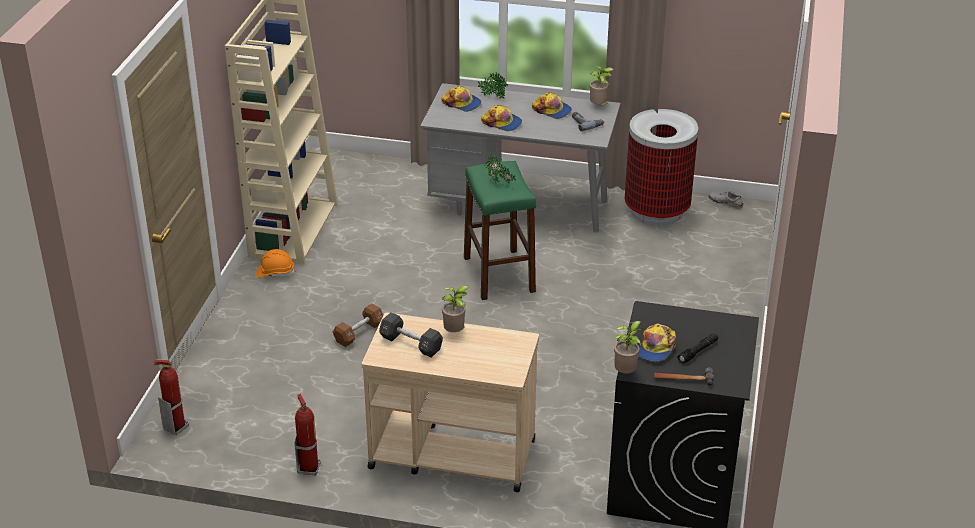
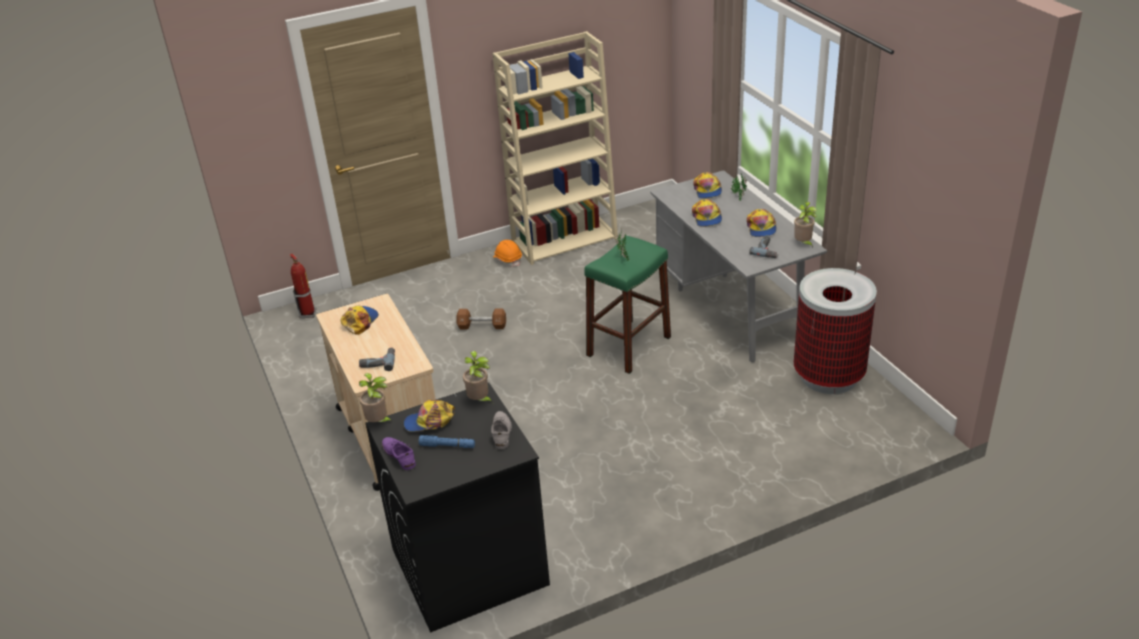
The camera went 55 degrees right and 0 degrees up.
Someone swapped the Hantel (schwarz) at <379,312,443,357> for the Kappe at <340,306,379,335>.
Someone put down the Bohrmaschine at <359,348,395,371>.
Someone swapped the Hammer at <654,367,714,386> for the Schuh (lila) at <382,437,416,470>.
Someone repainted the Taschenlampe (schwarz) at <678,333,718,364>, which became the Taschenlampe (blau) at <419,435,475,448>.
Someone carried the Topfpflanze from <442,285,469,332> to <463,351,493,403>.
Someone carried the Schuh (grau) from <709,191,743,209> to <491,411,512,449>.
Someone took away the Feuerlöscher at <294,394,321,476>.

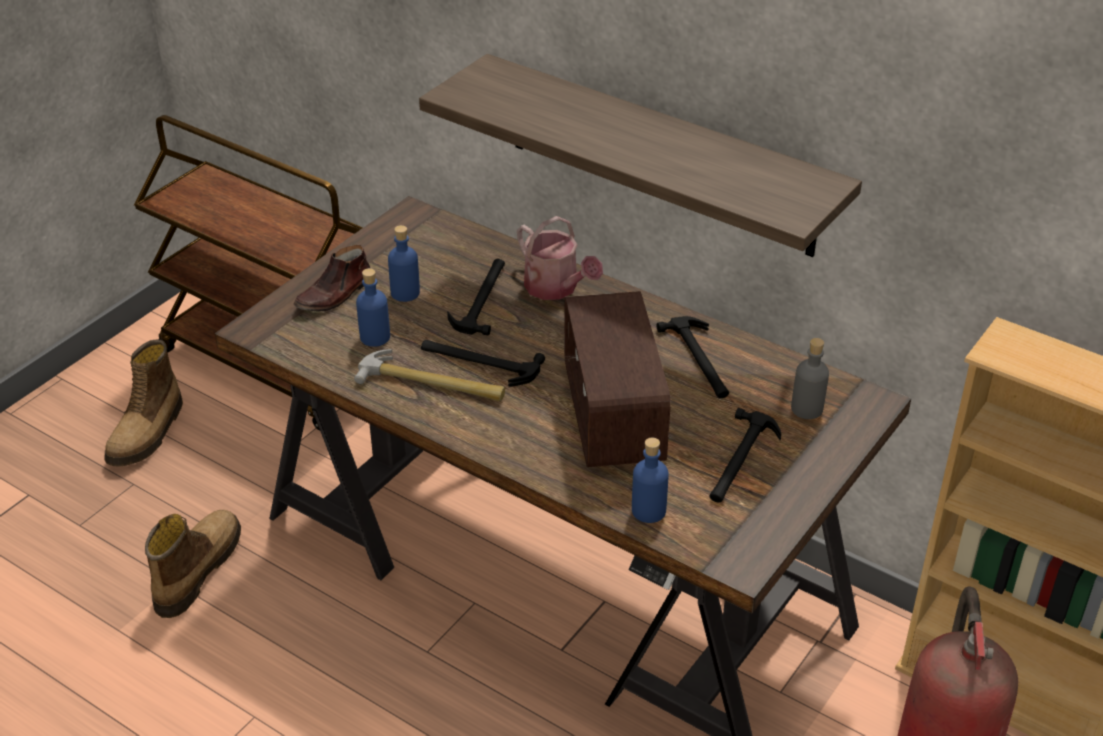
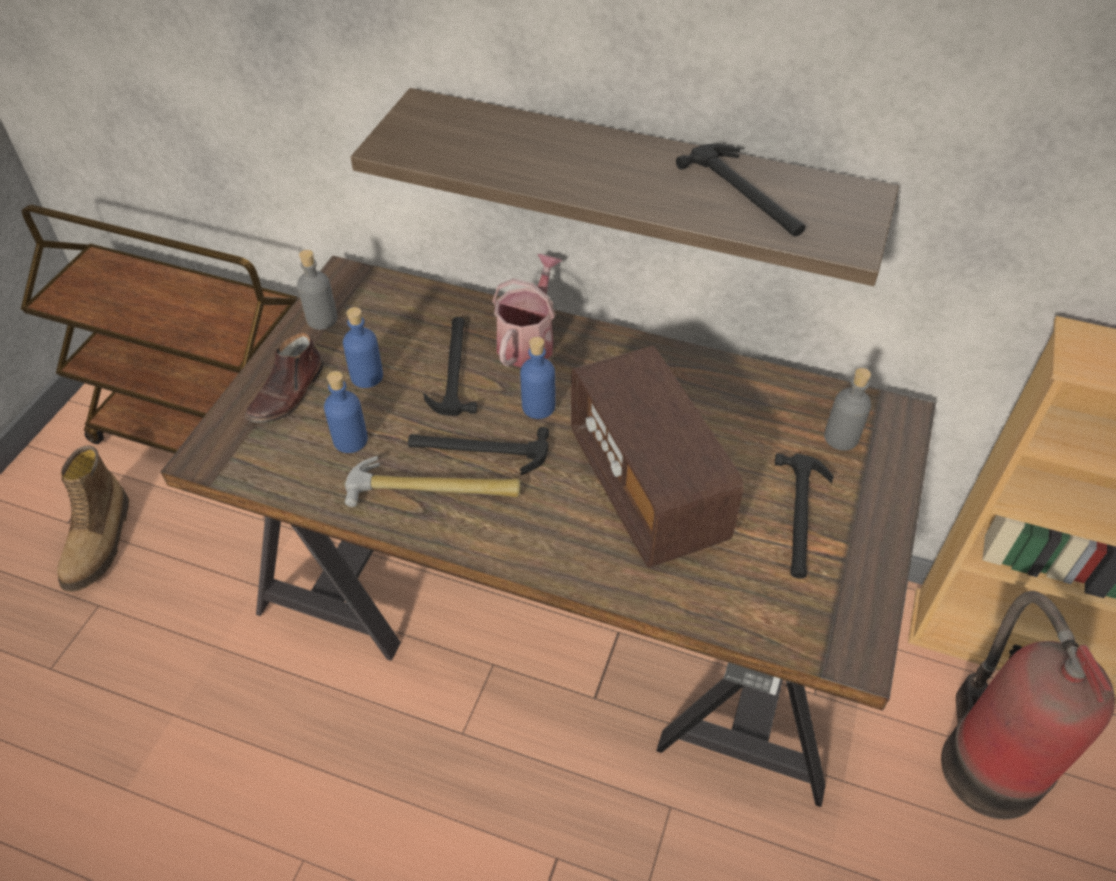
The camera went 15 degrees left and 10 degrees up.
Someone put down the Flasche (grau) at <297,250,338,330>.
Someone rotated the Gießkanne at <517,216,603,300> by 105 degrees counterclockwise.
Someone carried the Flasche (blau) from <632,438,669,523> to <520,337,555,419>.
Someone carried the Hammer from <657,316,729,398> to <676,144,806,236>.
Someone took away the Stiefel at <145,510,241,618>.

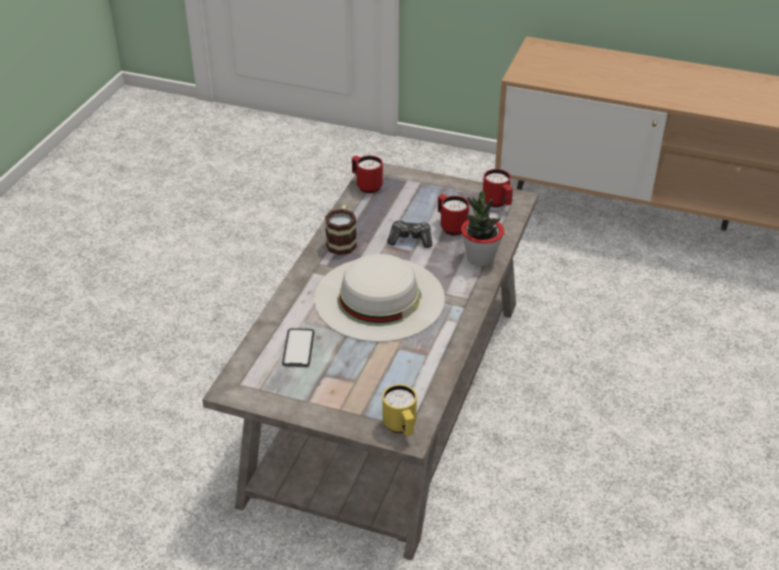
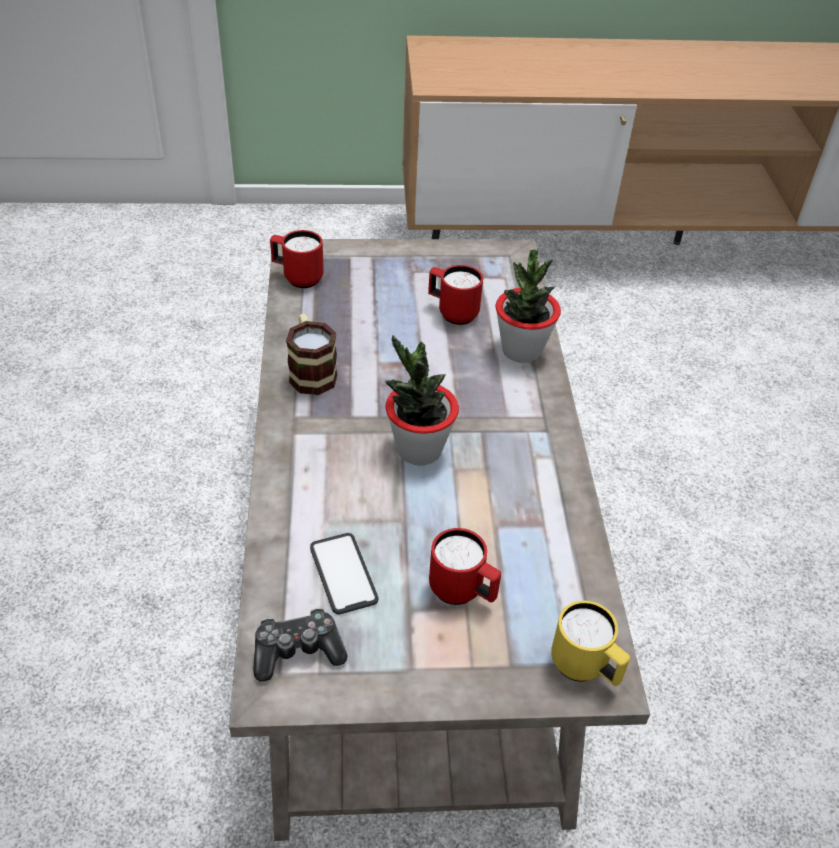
The camera went 25 degrees left and 5 degrees up.
Someone carried the Gamepad from <387,220,432,248> to <253,608,347,682>.
Someone swapped the Hut (weiß) at <314,254,445,342> for the Topfpflanze at <386,335,459,465>.
Someone carried the Henkelbecher (rot) from <483,169,513,207> to <429,528,501,605>.

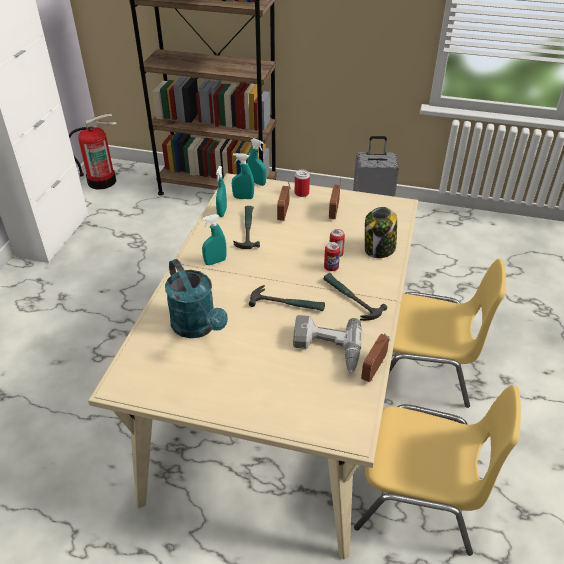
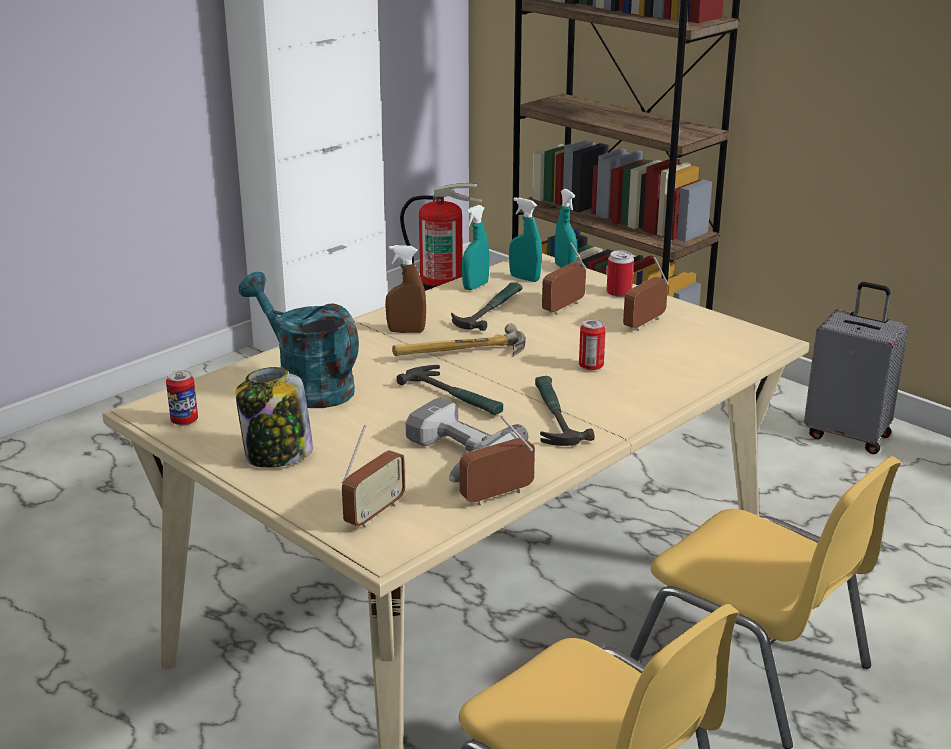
The camera went 30 degrees right and 15 degrees down.
Someone carried the Dose from <324,242,340,271> to <166,370,198,426>.
Someone carried the Vorratsglas from <365,207,397,258> to <236,367,313,468>.
Someone rotated the Gießkanne (türkis) at <165,259,228,338> by 135 degrees clockwise.
Someone put down the Radio at <342,425,405,528>.
Someone repainted the Sprühflasche (türkis) at <202,214,227,265>, which became the Sprühflasche (braun) at <385,245,426,333>.
Someone put down the Hammer at <392,323,526,357>.

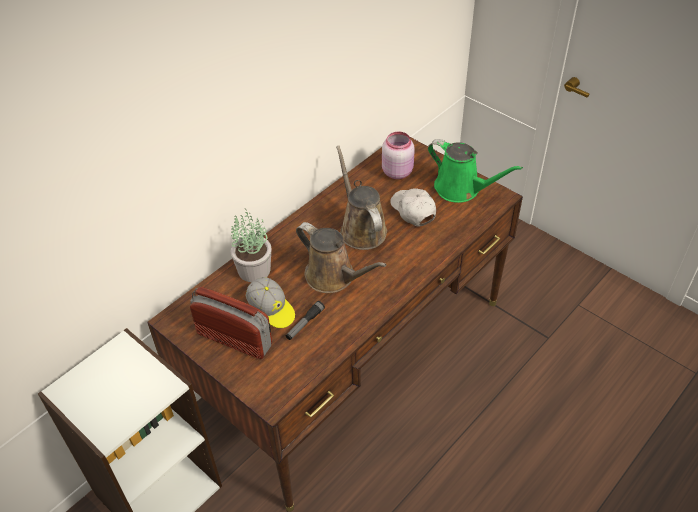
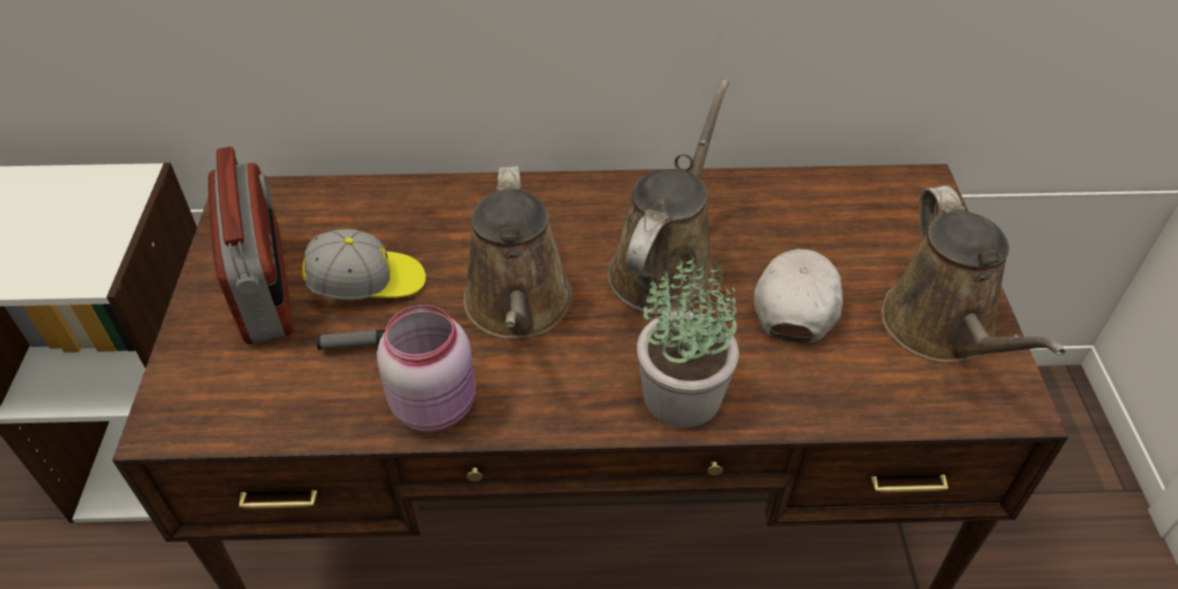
The camera went 45 degrees right and 0 degrees up.
Someone rotated the Kappe at <246,277,295,328> by 105 degrees counterclockwise.
Someone carried the Vorratsglas (rosa) from <382,132,415,179> to <377,305,476,432>.
Someone carried the Topfpflanze from <231,209,271,282> to <637,252,739,428>.
Someone repainted the Gießkanne (grün) at <428,139,523,203>, which became the Gießkanne (braun) at <881,186,1066,363>.

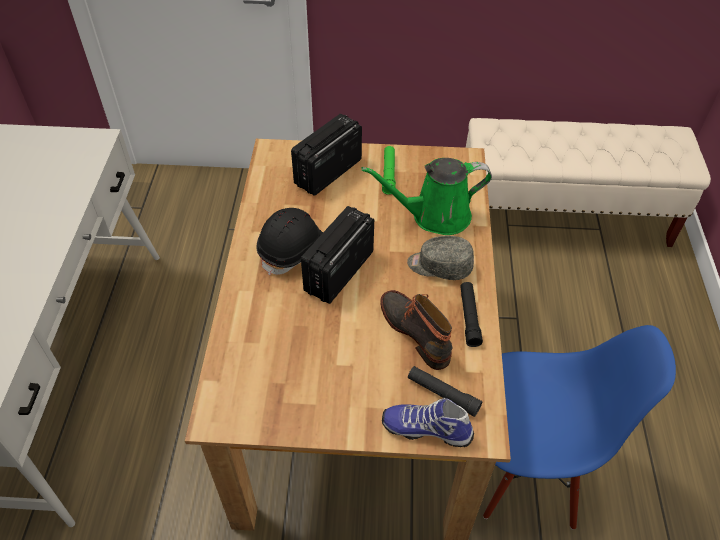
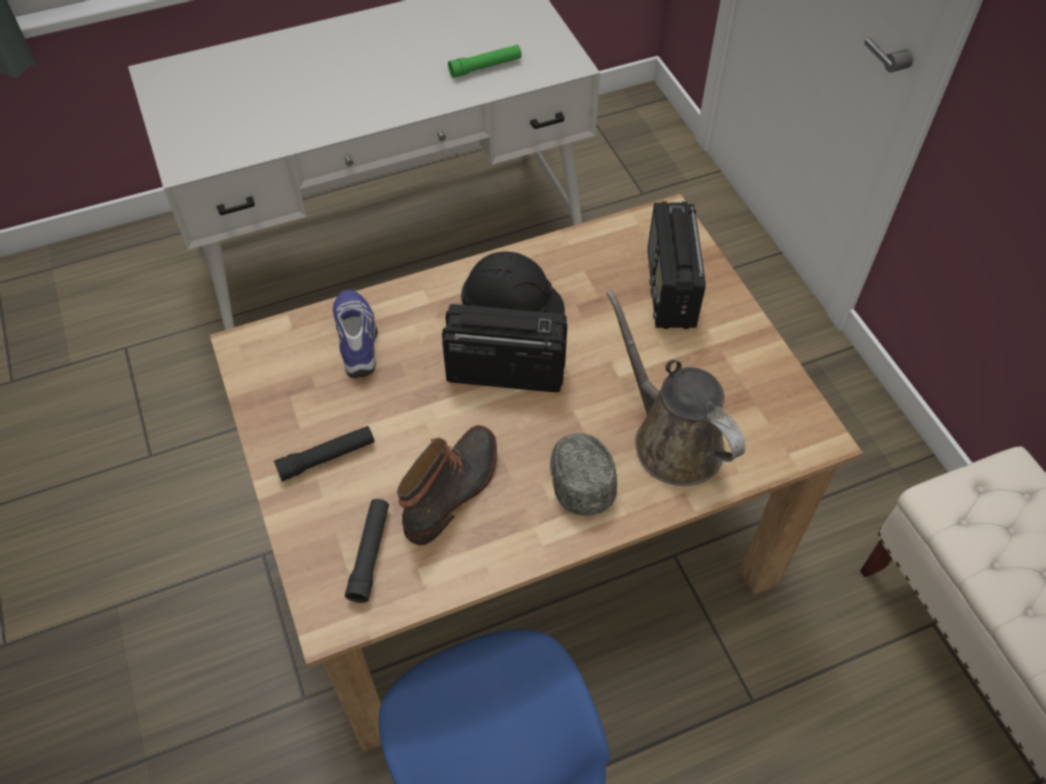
The camera went 65 degrees right and 5 degrees up.
Someone carried the Taschenlampe (schwarz) from <460,282,483,347> to <274,426,375,481>.
Someone carried the Schuh from <382,398,474,447> to <333,289,378,378>.
Someone carried the Taschenlampe (grün) from <382,146,396,195> to <448,45,522,78>.
Someone repainted the Gießkanne (grün) at <361,158,492,235>, which became the Gießkanne (braun) at <606,290,745,486>.
Someone rotated the Radio at <291,114,362,196> by 105 degrees counterclockwise.

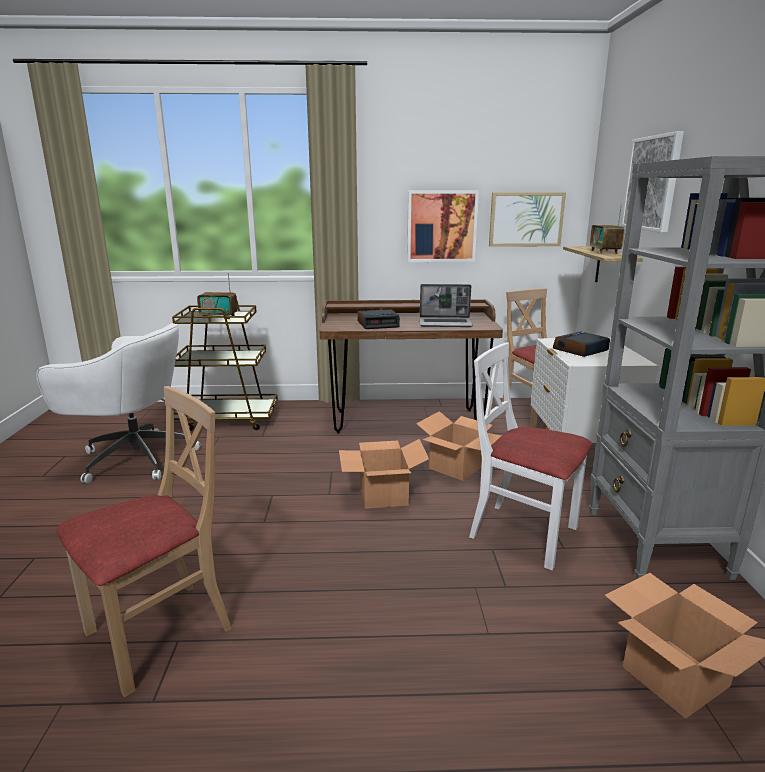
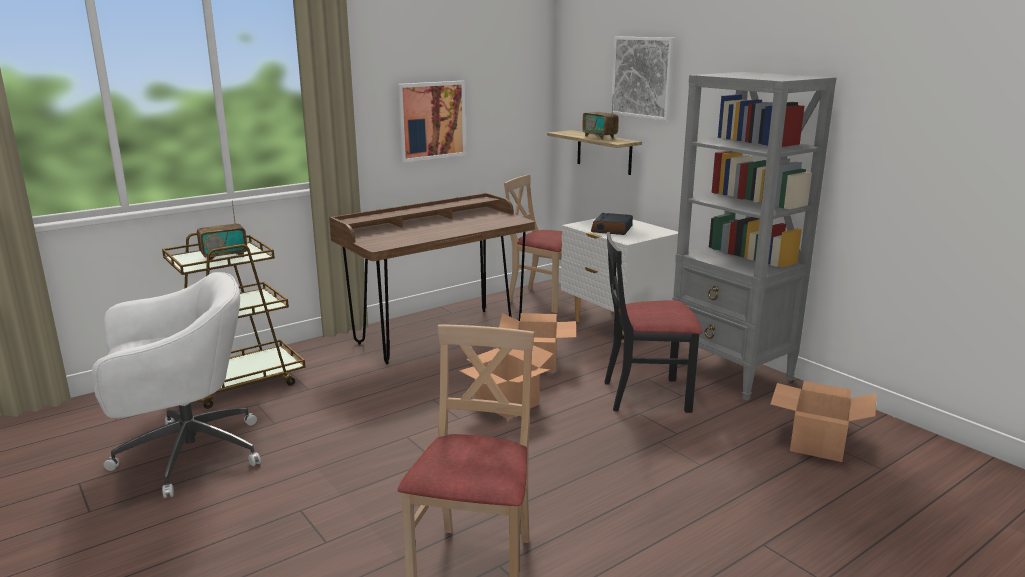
The camera went 35 degrees left and 0 degrees up.
Someone repainted the Stuhl (weiß) at <469,343,592,570>, which became the Stuhl (schwarz) at <604,232,703,413>.
Someone took away the Wecker at <357,309,400,329>.
Someone took away the Laptop at <420,284,473,327>.
Someone took away the Bild at <489,193,566,247>.

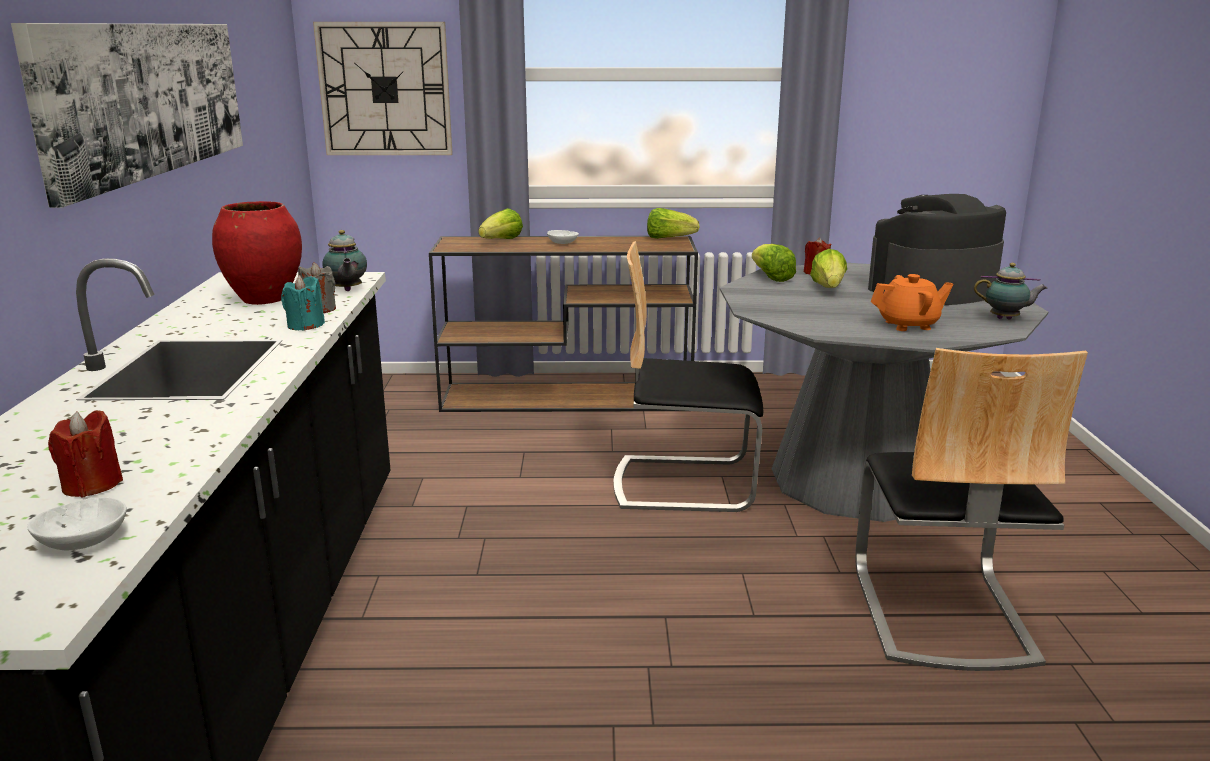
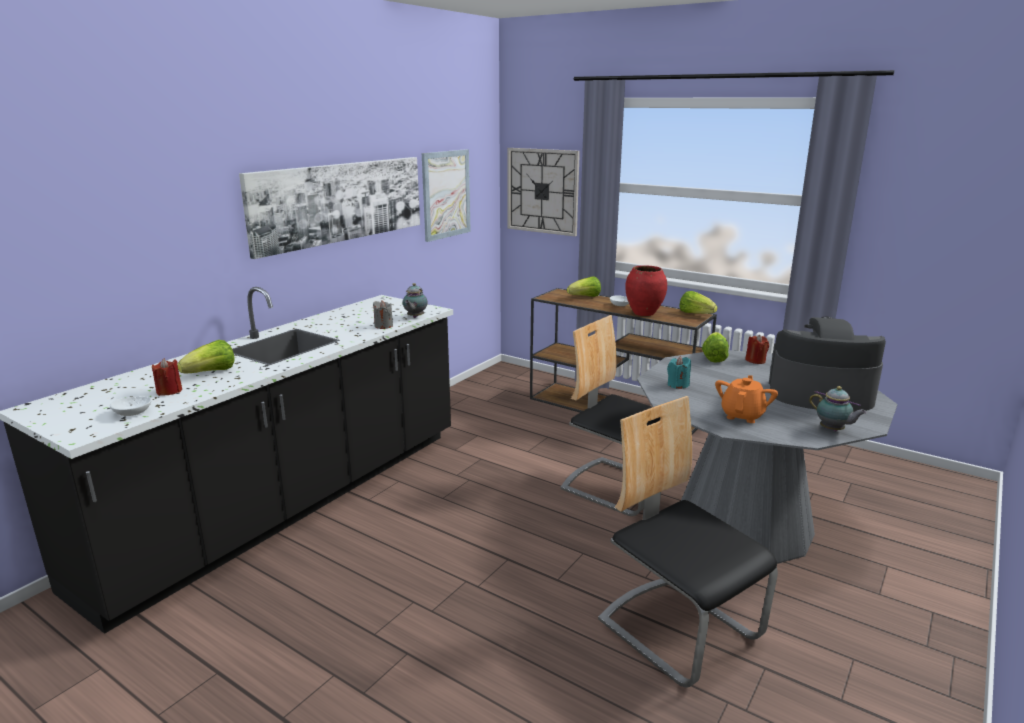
The camera went 35 degrees right and 0 degrees up.
Someone carried the Salatkopf from <810,249,847,288> to <177,340,234,373>.
Someone put up the Bild at <422,149,471,242>.
Someone rotated the Stuhl at <855,348,1088,671> by 105 degrees clockwise.
Someone carried the Vase (rot) from <212,201,302,305> to <625,265,667,316>.
Someone carried the Kerze (türkis) from <281,275,325,331> to <667,356,691,389>.
Someone rotated the Teekanne (orange) at <870,274,953,331> by 90 degrees counterclockwise.

